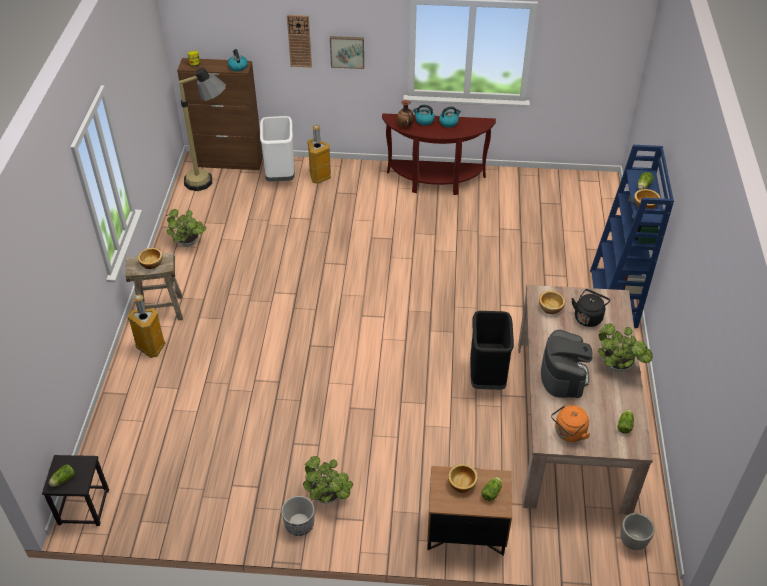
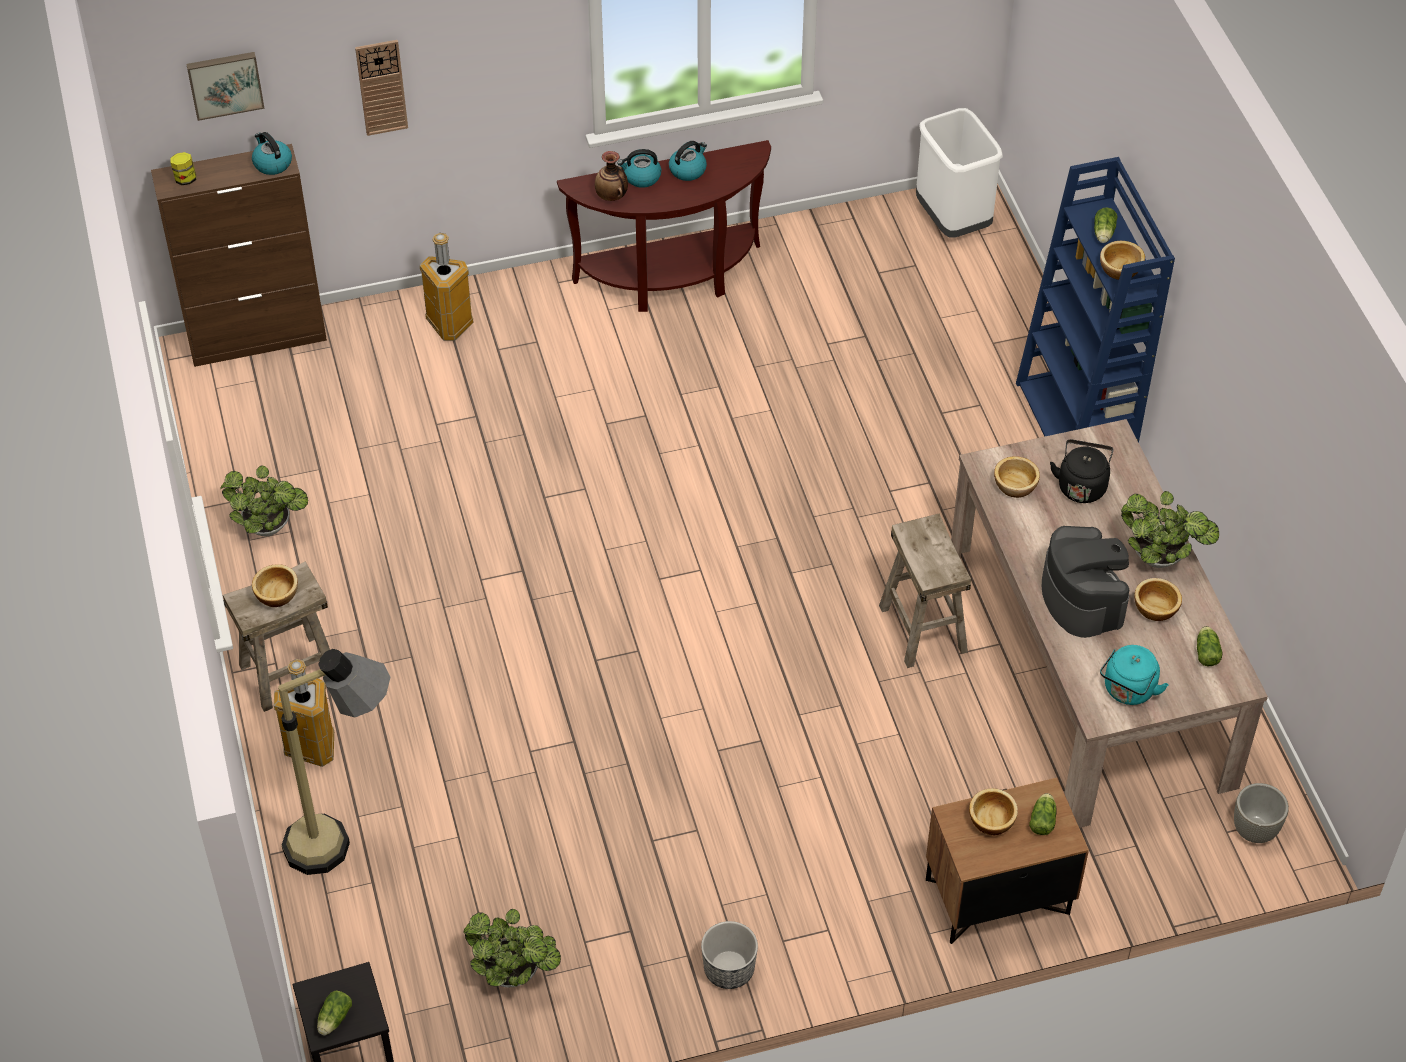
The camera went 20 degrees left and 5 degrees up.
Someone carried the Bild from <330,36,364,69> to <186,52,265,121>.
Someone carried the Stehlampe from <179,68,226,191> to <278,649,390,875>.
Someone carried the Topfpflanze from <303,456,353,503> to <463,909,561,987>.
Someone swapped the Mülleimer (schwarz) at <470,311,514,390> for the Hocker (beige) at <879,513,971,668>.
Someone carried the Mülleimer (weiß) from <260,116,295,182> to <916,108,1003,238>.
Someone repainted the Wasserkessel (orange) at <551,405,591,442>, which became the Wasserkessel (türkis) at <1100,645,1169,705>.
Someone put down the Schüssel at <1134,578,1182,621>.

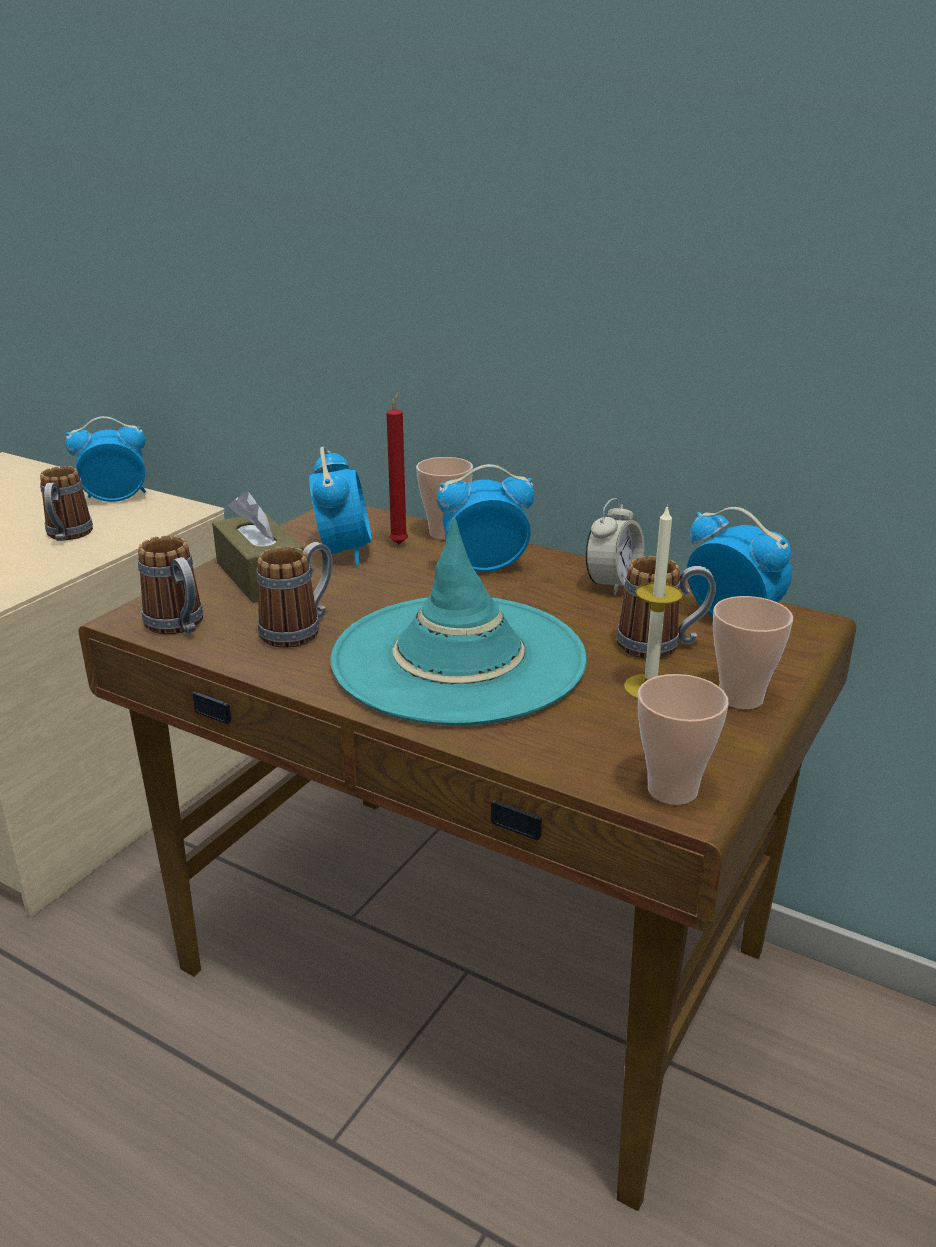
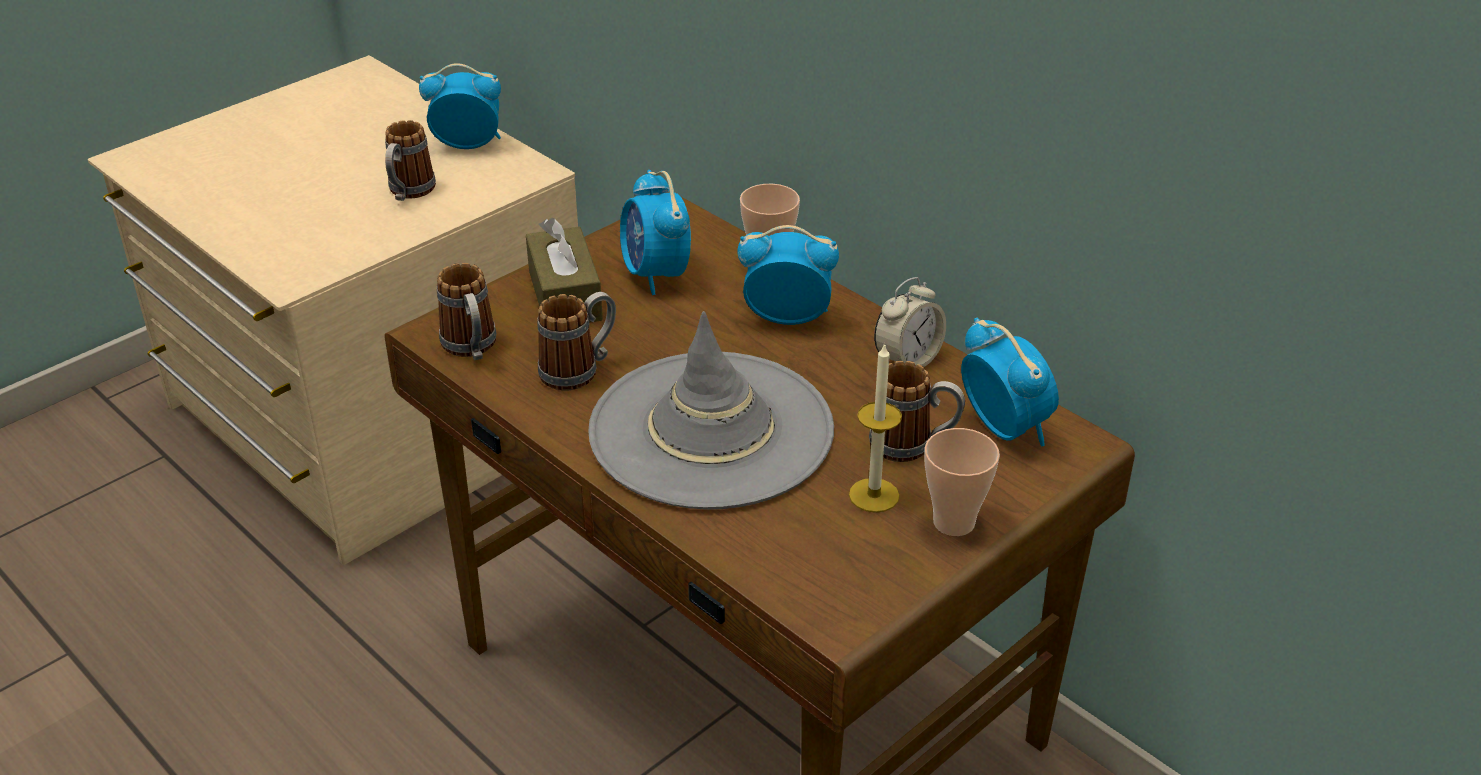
The camera went 15 degrees right and 10 degrees up.
Someone repainted the Hut (türkis) at <330,517,587,725>, which became the Hut (grau) at <588,311,834,510>.
Someone rotated the Wecker at <309,447,371,566> by 150 degrees clockwise.
Someone took away the Kerze (rot) at <387,391,408,544>.
Someone took away the Tasse at <638,674,729,805>.

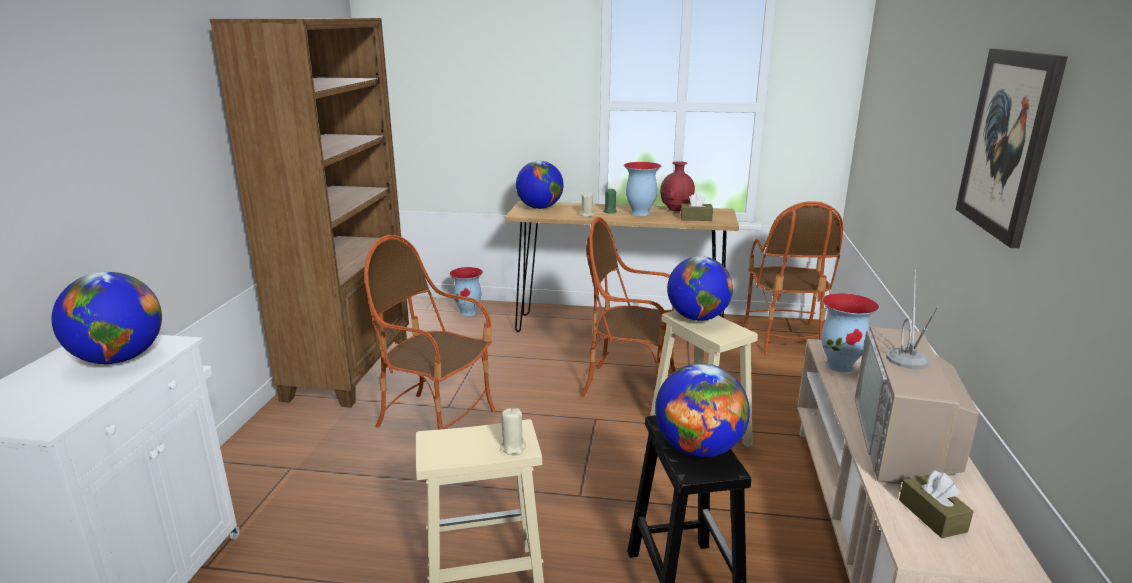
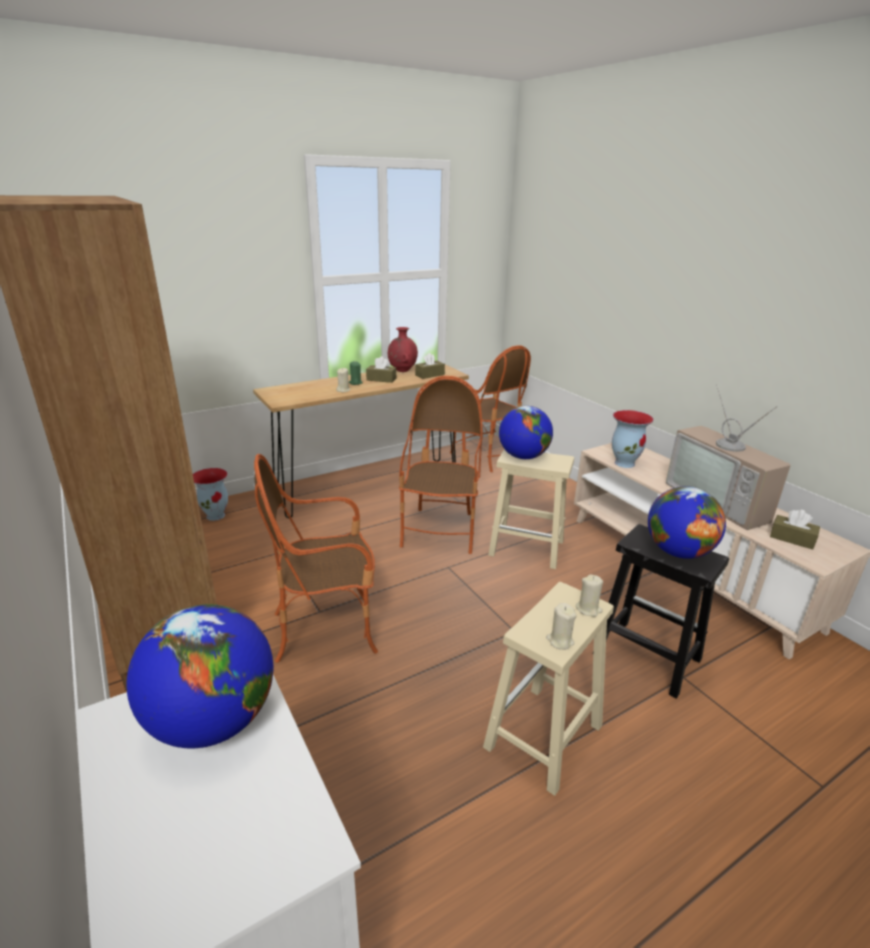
The camera went 40 degrees left and 5 degrees up.
Someone swapped the Vase at <624,162,661,216> for the Taschentuchbox (braun) at <366,356,396,383>.
Someone rotated the Sessel at <580,217,677,397> by 120 degrees clockwise.
Someone put down the Kerze (beige) at <546,603,576,650>.
Someone took away the Globus at <516,161,564,209>.
Someone took away the Bild at <956,49,1068,248>.

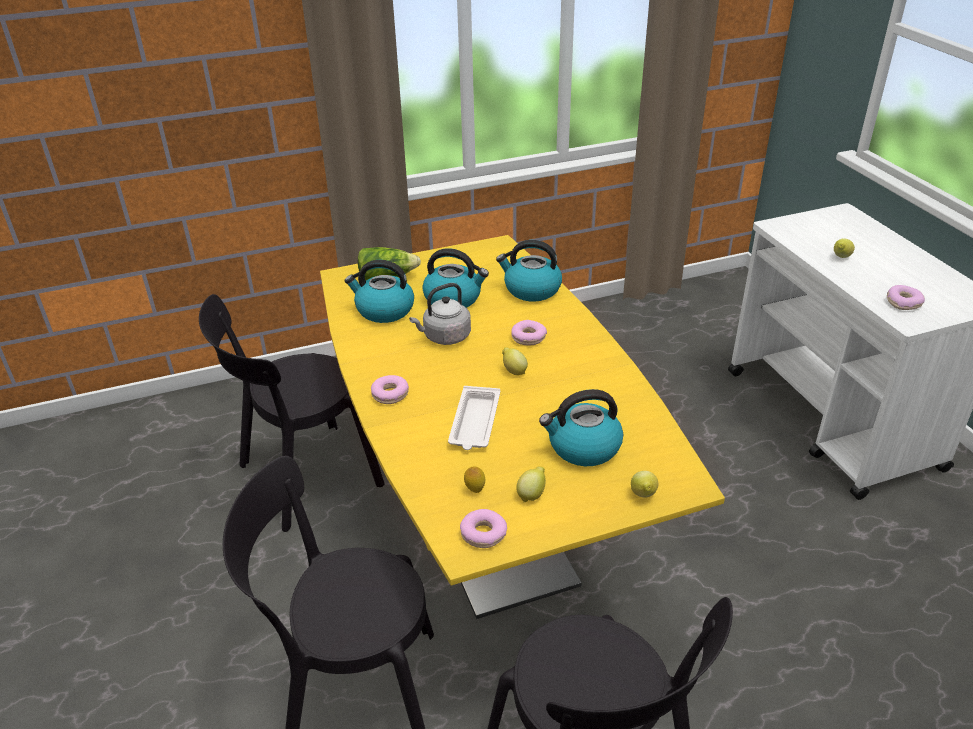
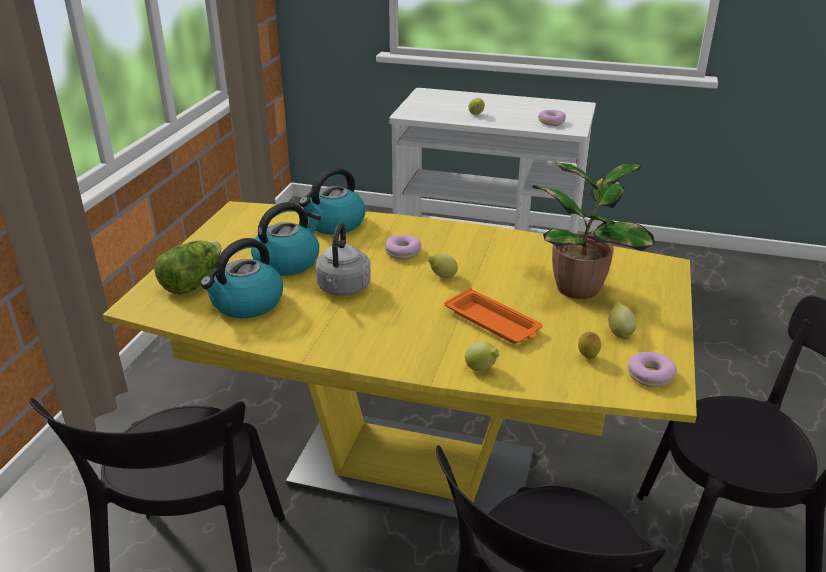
The camera went 55 degrees left and 5 degrees down.
Someone repainted the Tablett (weiß) at <448,386,500,450>, which became the Tablett (orange) at <444,288,543,344>.
Someone carried the Zitrone from <631,471,658,498> to <465,342,499,371>.
Someone swapped the Wasserkessel at <539,389,623,466> for the Topfpflanze at <533,163,655,299>.
Someone took away the Donut at <371,375,409,404>.

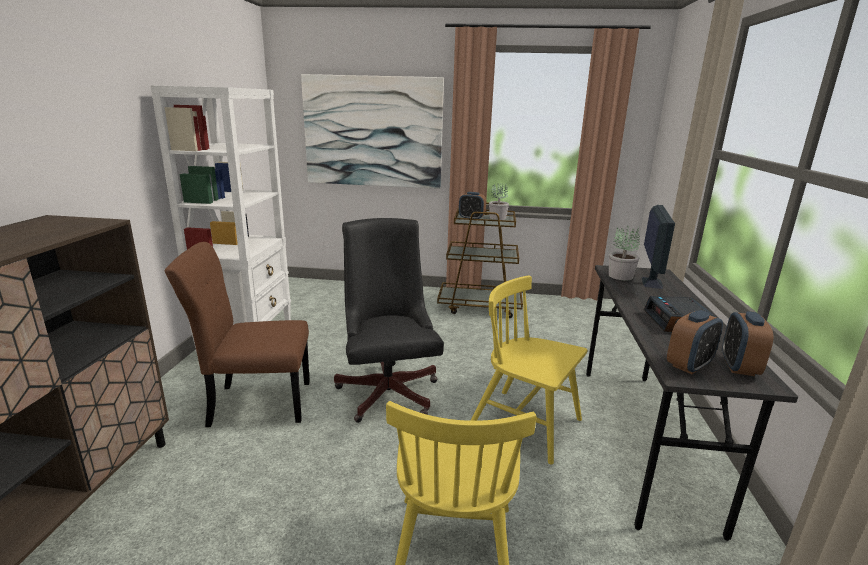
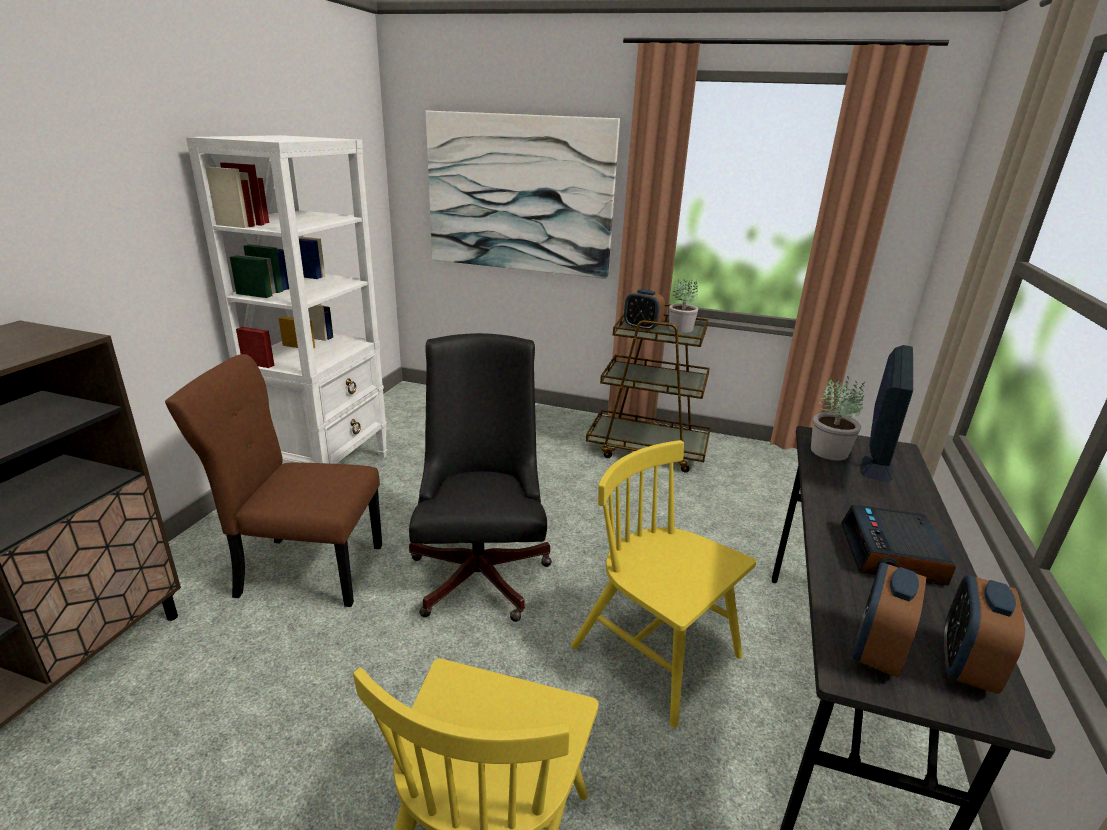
The camera went 10 degrees right and 5 degrees up.
Someone rotated the Wecker at <667,310,723,374> by 150 degrees clockwise.

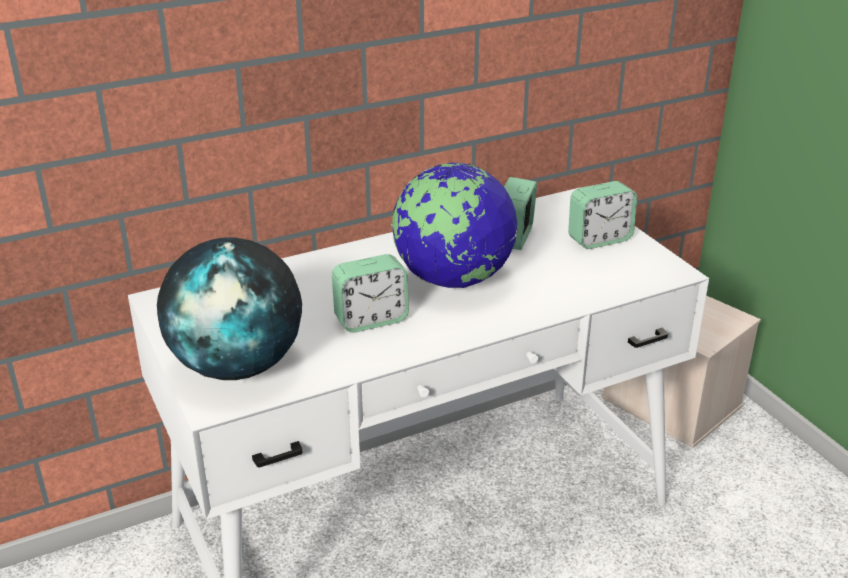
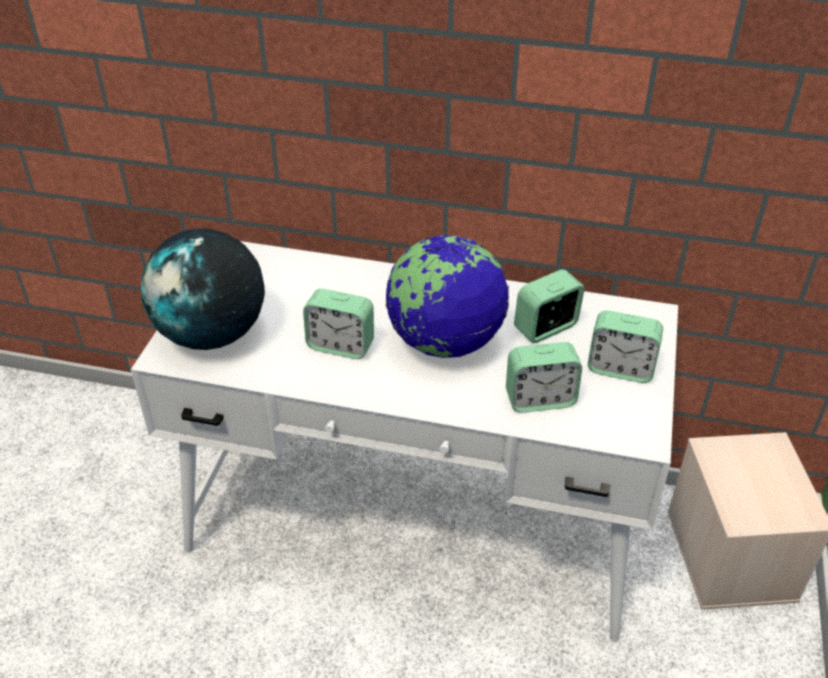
The camera went 40 degrees right and 10 degrees up.
Someone put down the Wecker at <506,342,582,413>.

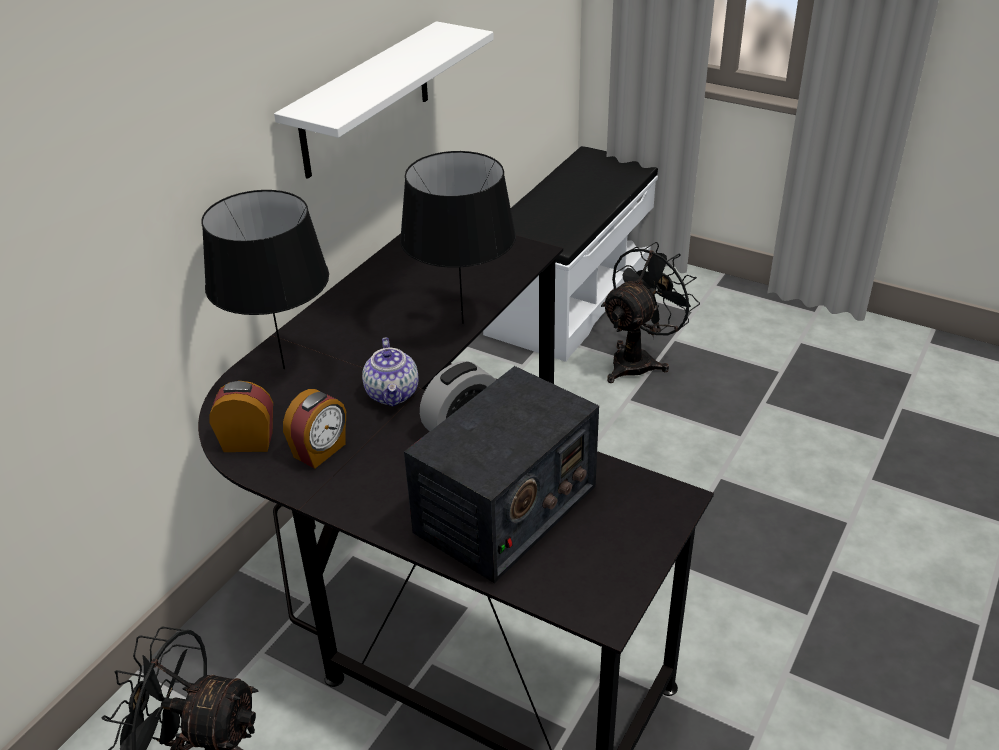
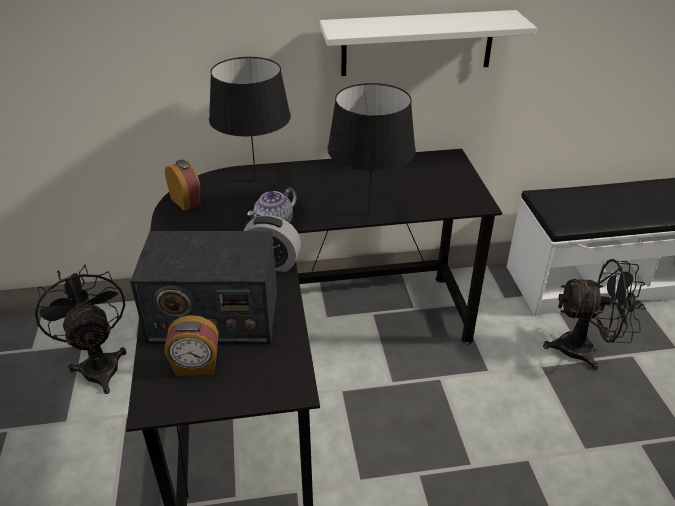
The camera went 50 degrees right and 0 degrees up.
Someone carried the Wecker from <283,389,346,469> to <164,315,219,376>.

